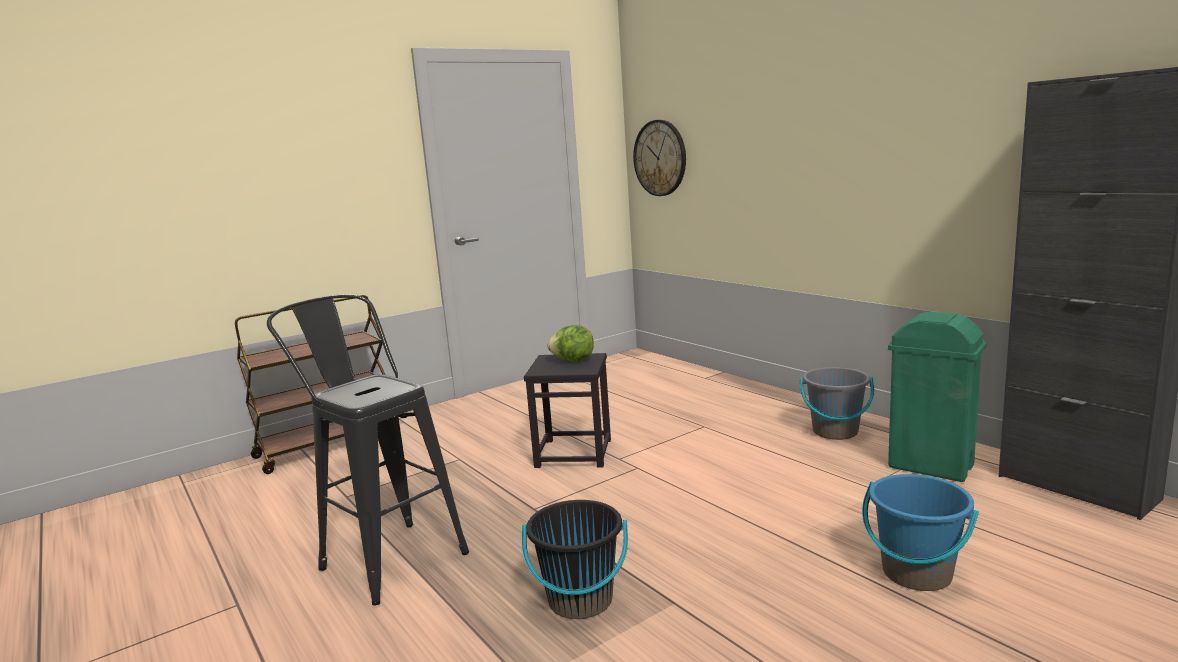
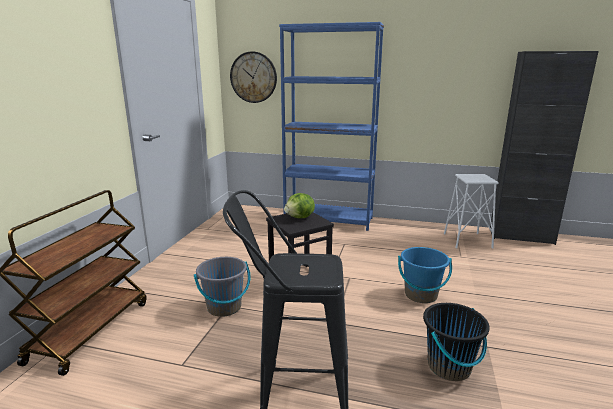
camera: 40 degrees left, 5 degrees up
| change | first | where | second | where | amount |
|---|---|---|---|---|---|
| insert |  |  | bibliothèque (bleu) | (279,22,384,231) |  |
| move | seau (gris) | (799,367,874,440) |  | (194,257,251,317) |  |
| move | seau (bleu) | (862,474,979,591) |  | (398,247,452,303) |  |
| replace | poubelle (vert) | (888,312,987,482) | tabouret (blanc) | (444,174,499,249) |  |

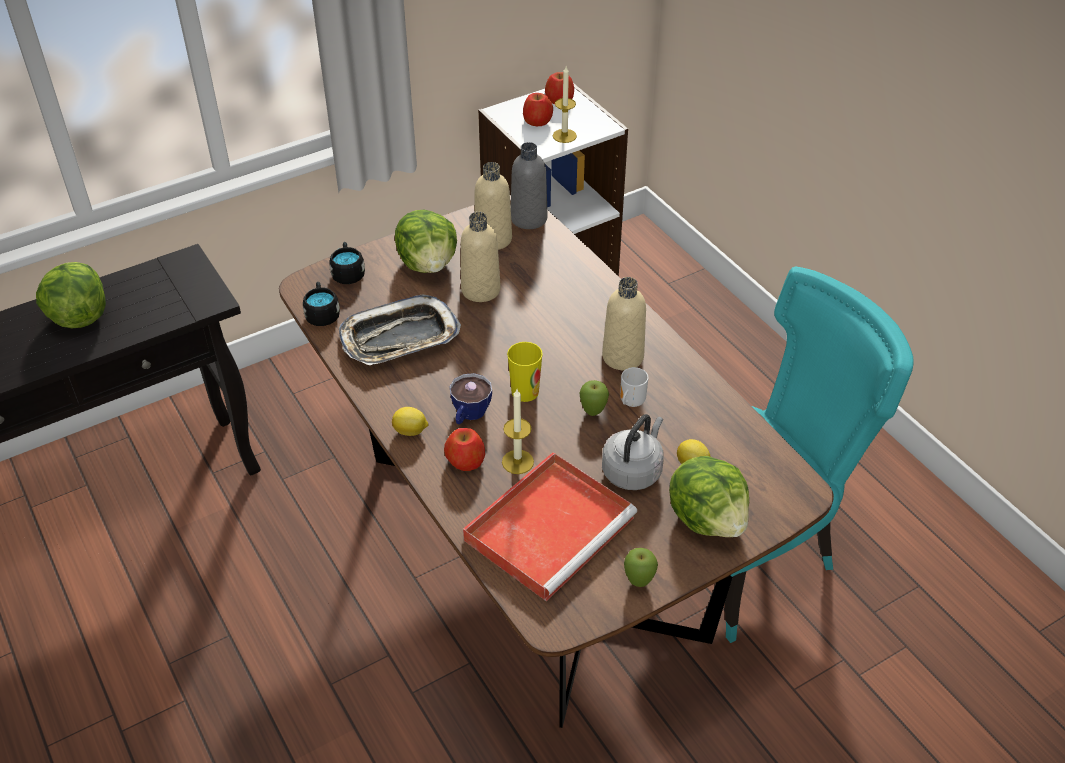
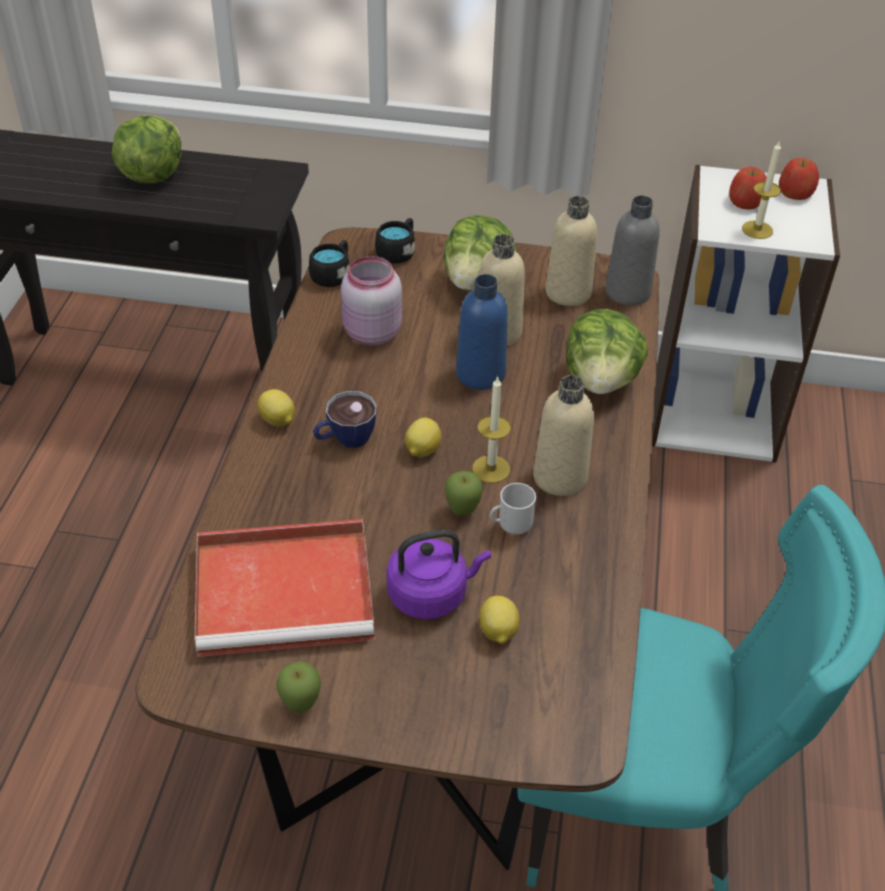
camera: 40 degrees right, 0 degrees up
| change | first | where | second | where | amount |
|---|---|---|---|---|---|
| delete | pomme | (444,428,485,471) |  |  |  |
| insert |  |  | bouteille (bleu) | (456,274,508,390) |  |
| move | bougie | (502,389,534,474) |  | (472,376,511,483) |  |
| move | laitue | (669,456,749,537) |  | (567,309,648,394) |  |
| replace | plateau | (339,295,461,365) | bocal (rose) | (341,256,402,346) |  |
| replace | tasse | (507,342,543,402) | citron | (405,418,442,457) |  |
| recolor | bouilloire (gris) | (602,414,664,490) | bouilloire (violet) | (386,529,491,619) |  |

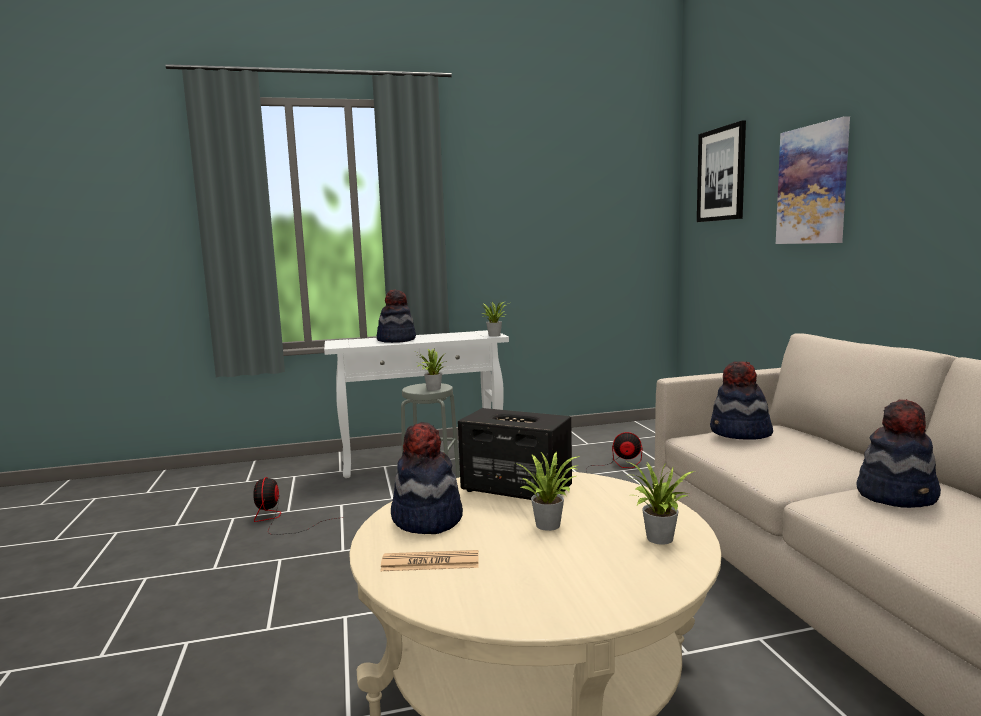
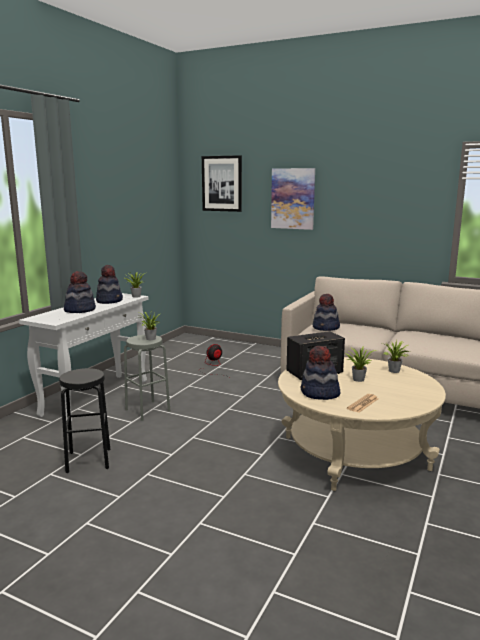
camera: 50 degrees left, 5 degrees up
| change | first | where | second | where | amount |
|---|---|---|---|---|---|
| move | chapeau | (856,399,941,508) |  | (96,265,123,304) |  |
| replace | ventilateur | (253,477,344,535) | tabouret (noir) | (59,368,110,473) |  |

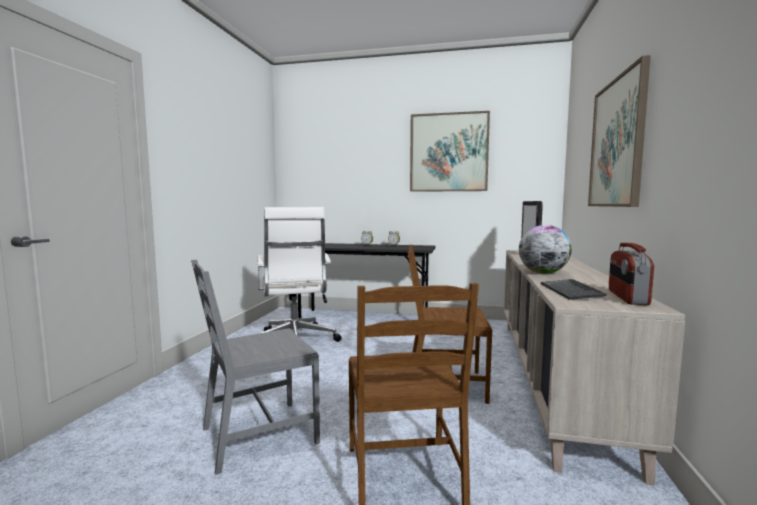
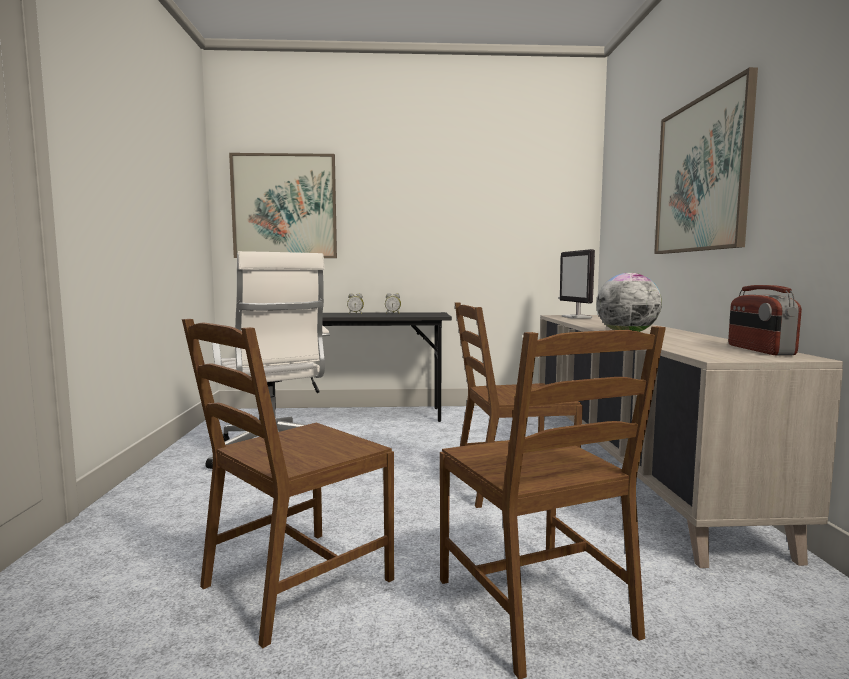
camera: 15 degrees left, 0 degrees up
| change | first | where | second | where | amount |
|---|---|---|---|---|---|
| delete | clavier | (541,279,607,300) |  |  |  |
| move | tableau | (410,111,490,192) |  | (229,153,337,258) |  |
| recolor | chaise (gris) | (191,260,320,475) | chaise (marron) | (182,319,394,649) |  |

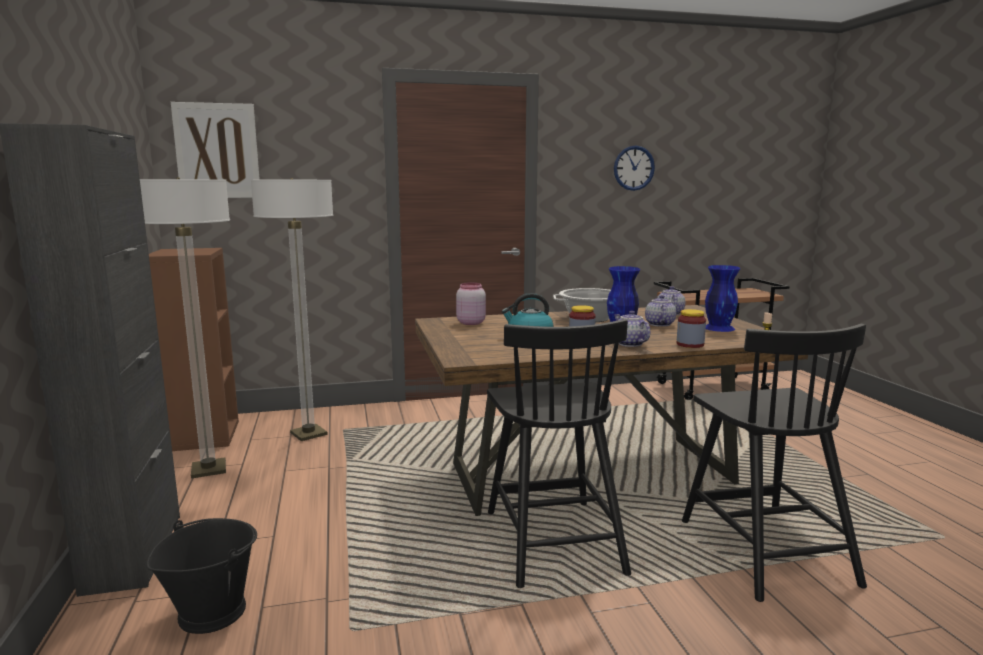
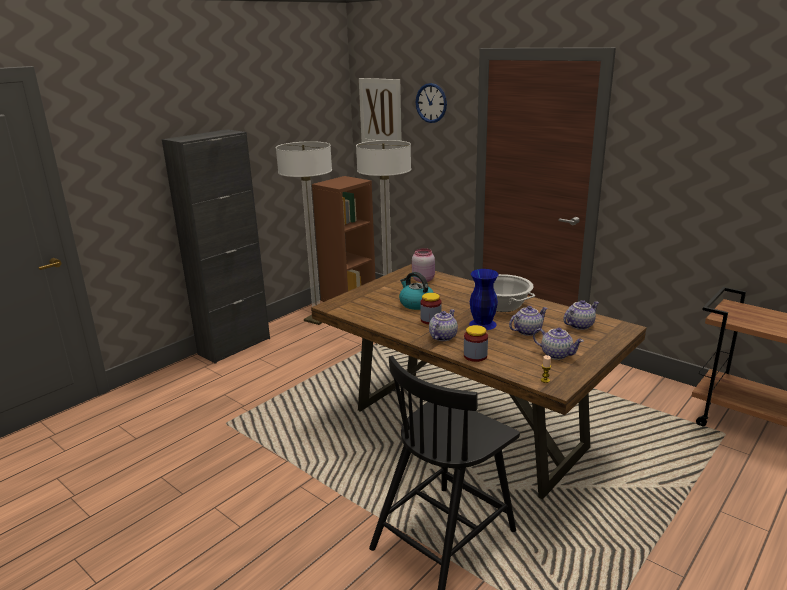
camera: 55 degrees right, 10 degrees up
| change | first | where | second | where | amount |
|---|---|---|---|---|---|
| delete | seau (noir) | (146,518,257,634) |  |  |  |
| delete | chaise (noir) | (487,319,631,588) |  |  |  |
| move | horloge murale | (614,146,655,191) |  | (416,83,447,123) |  |
| replace | vase (bleu) | (705,265,740,332) | théière | (533,327,584,360) |  |

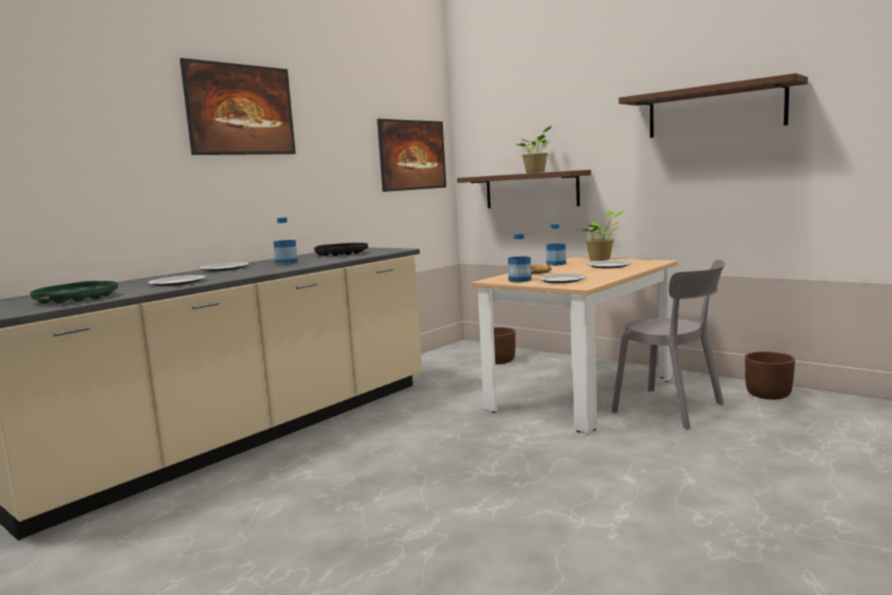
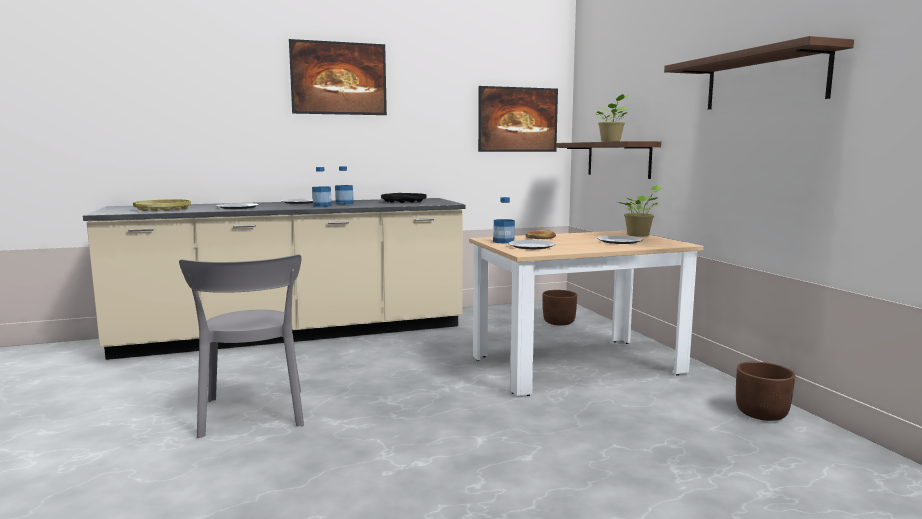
camera: 30 degrees right, 0 degrees up
| change | first | where | second | where | amount |
|---|---|---|---|---|---|
| move | bouteille | (546,223,566,266) |  | (312,167,332,207) |  |
| move | chaise (gris) | (612,259,726,430) |  | (179,254,304,438) |  |
| recolor | plateau (vert) | (30,281,118,304) | plateau (jaune) | (133,199,191,211) |  |

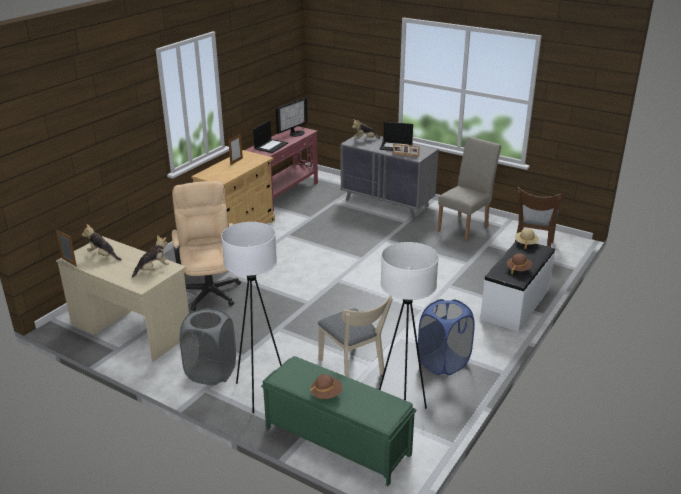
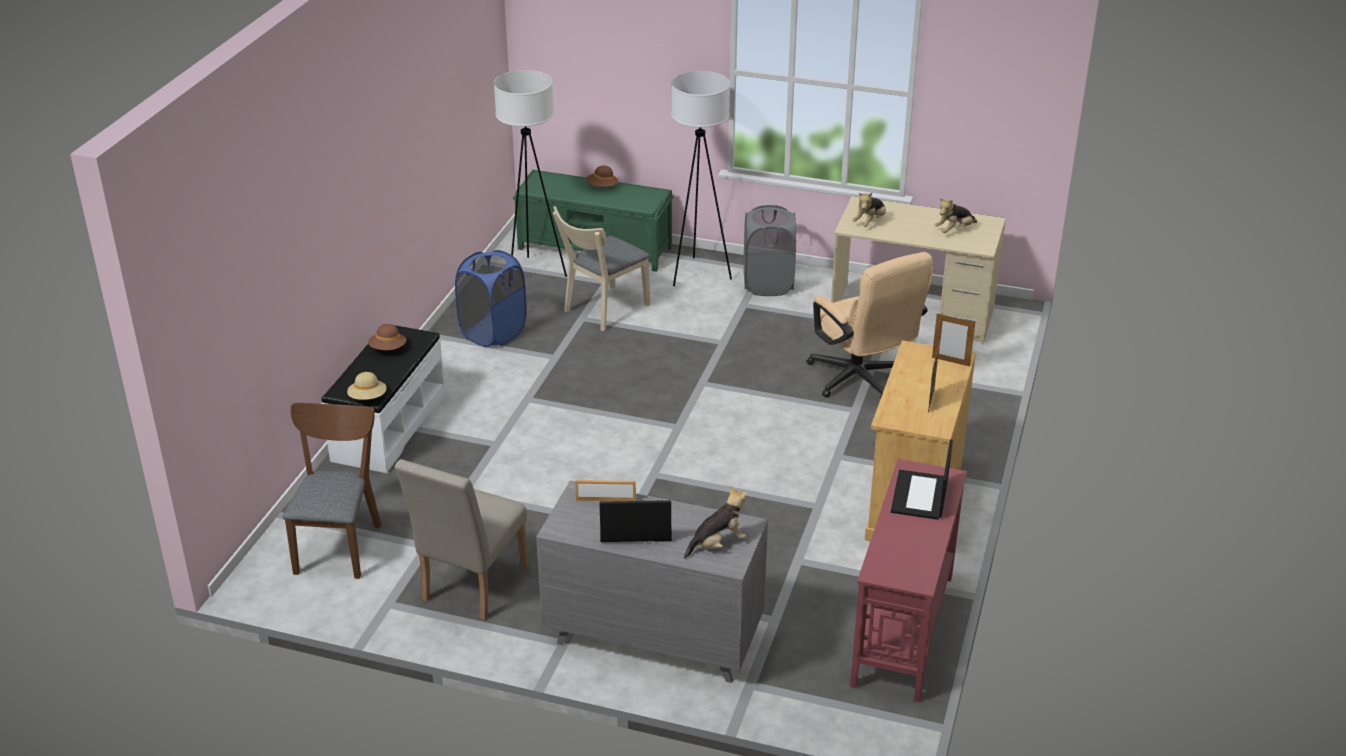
camera: 165 degrees right, 5 degrees up
| change | first | where | second | where | amount |
|---|---|---|---|---|---|
| delete | écran d'ordinateur | (276,98,308,137) |  |  |  |
| move | cadre photo | (56,229,77,267) |  | (932,313,975,367) |  |
| rotate | peluche | (82,224,122,261) |  | (935,198,977,233) | 135 degrees clockwise |
| rotate | chaise (beige) | (318,295,393,378) |  | (553,206,650,331) | 90 degrees counterclockwise |

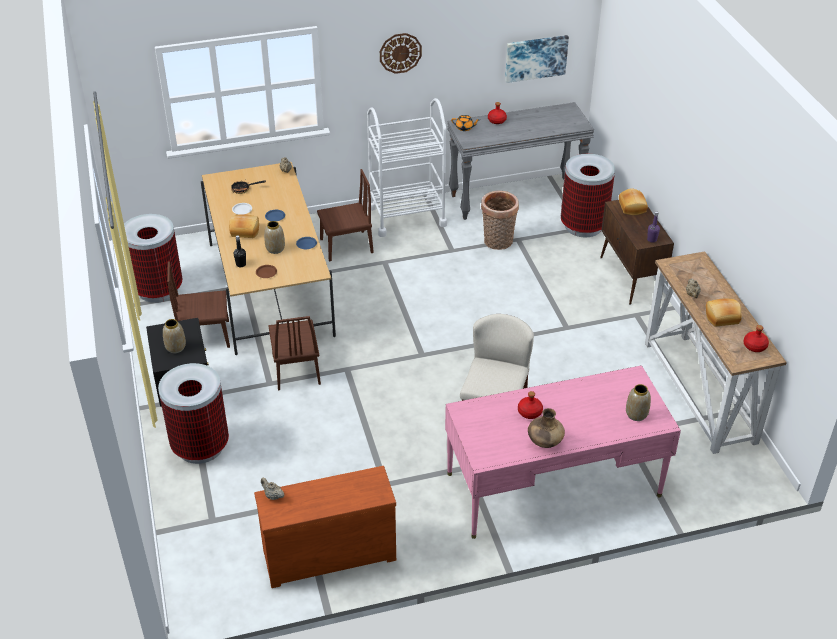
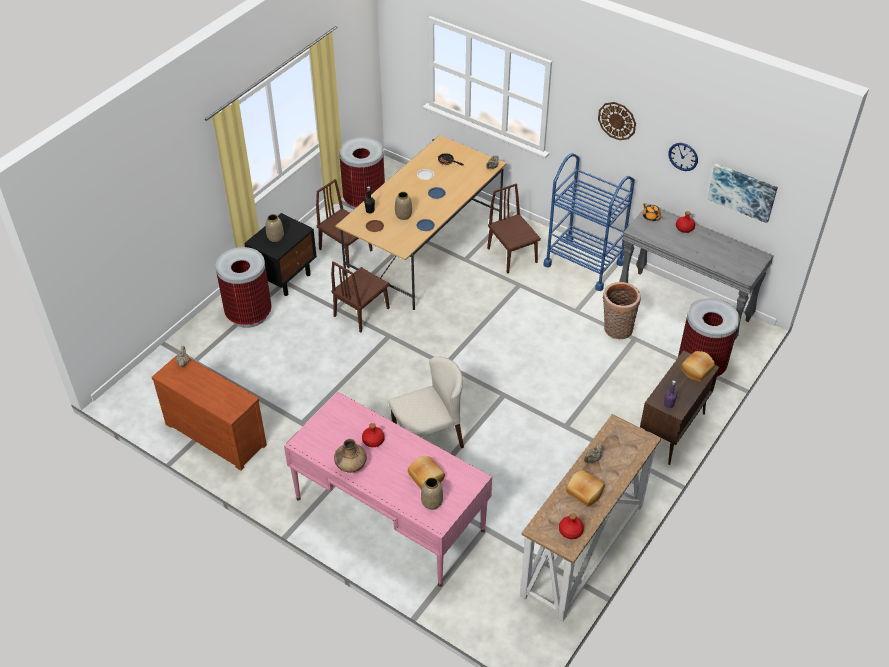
camera: 50 degrees right, 5 degrees up
| change | first | where | second | where | amount |
|---|---|---|---|---|---|
| insert |  |  | horloge murale | (668,143,698,171) |  |
| move | pain | (229,214,259,238) |  | (408,456,445,489) |  |
| recolor | chariot (blanc) | (367,98,447,237) | chariot (bleu) | (543,153,635,291) |  |
| rotate | chaise (marron) | (317,169,374,261) |  | (487,183,541,273) | 150 degrees counterclockwise |

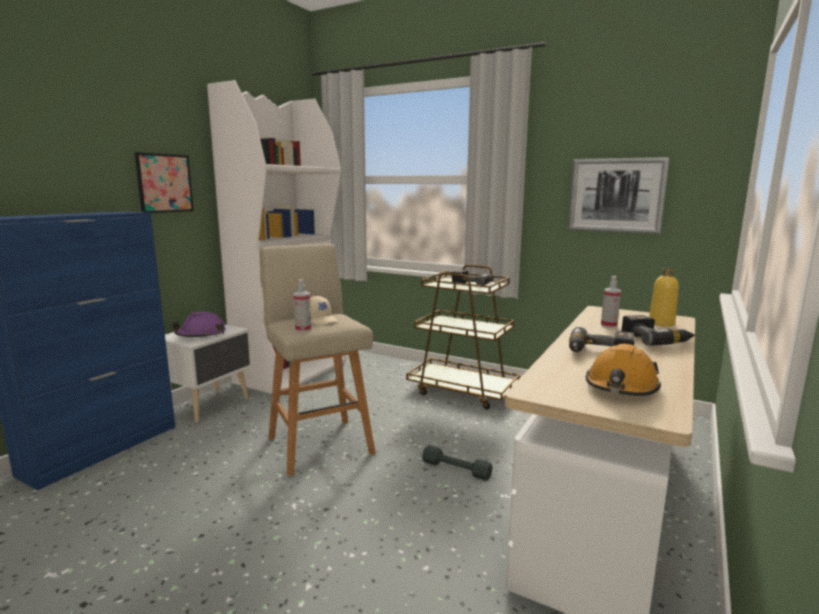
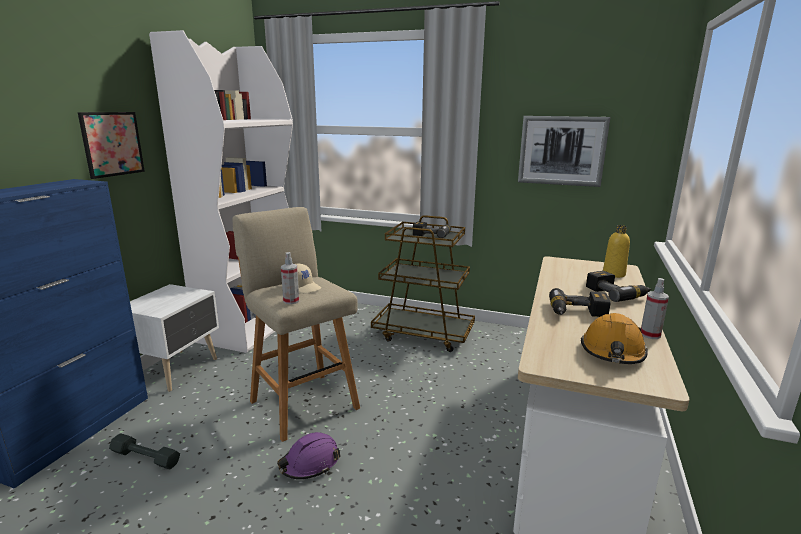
camera: 10 degrees left, 5 degrees up
| change | first | where | second | where | amount |
|---|---|---|---|---|---|
| move | casque de chantier (violet) | (172,312,226,338) |  | (277,432,341,479) |  |
| move | haltère (gris) | (422,445,492,481) |  | (109,433,180,469) |  |
| move | vaporisateur | (601,276,621,328) |  | (641,278,669,339) |  |

